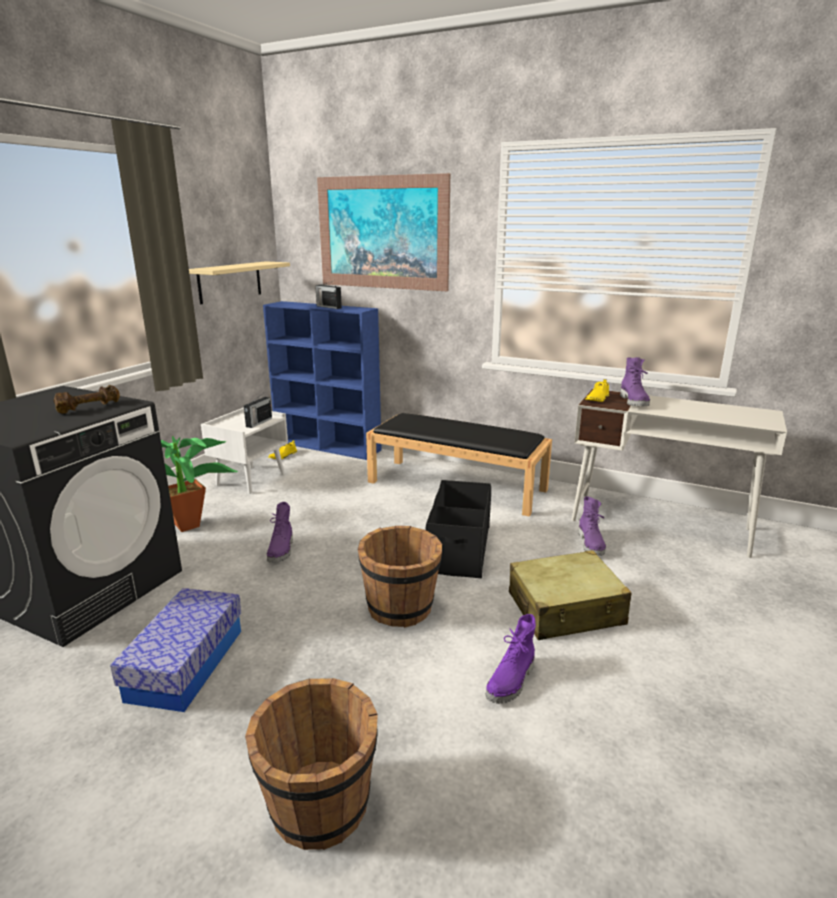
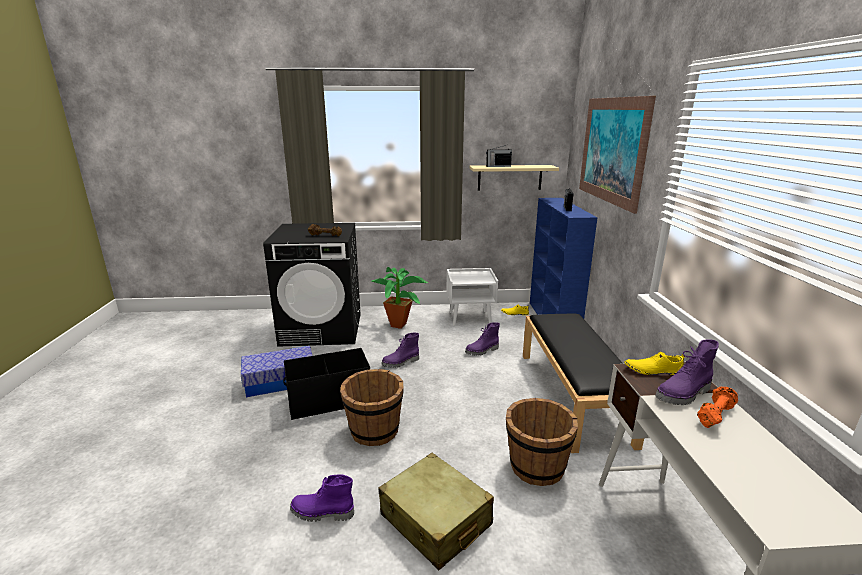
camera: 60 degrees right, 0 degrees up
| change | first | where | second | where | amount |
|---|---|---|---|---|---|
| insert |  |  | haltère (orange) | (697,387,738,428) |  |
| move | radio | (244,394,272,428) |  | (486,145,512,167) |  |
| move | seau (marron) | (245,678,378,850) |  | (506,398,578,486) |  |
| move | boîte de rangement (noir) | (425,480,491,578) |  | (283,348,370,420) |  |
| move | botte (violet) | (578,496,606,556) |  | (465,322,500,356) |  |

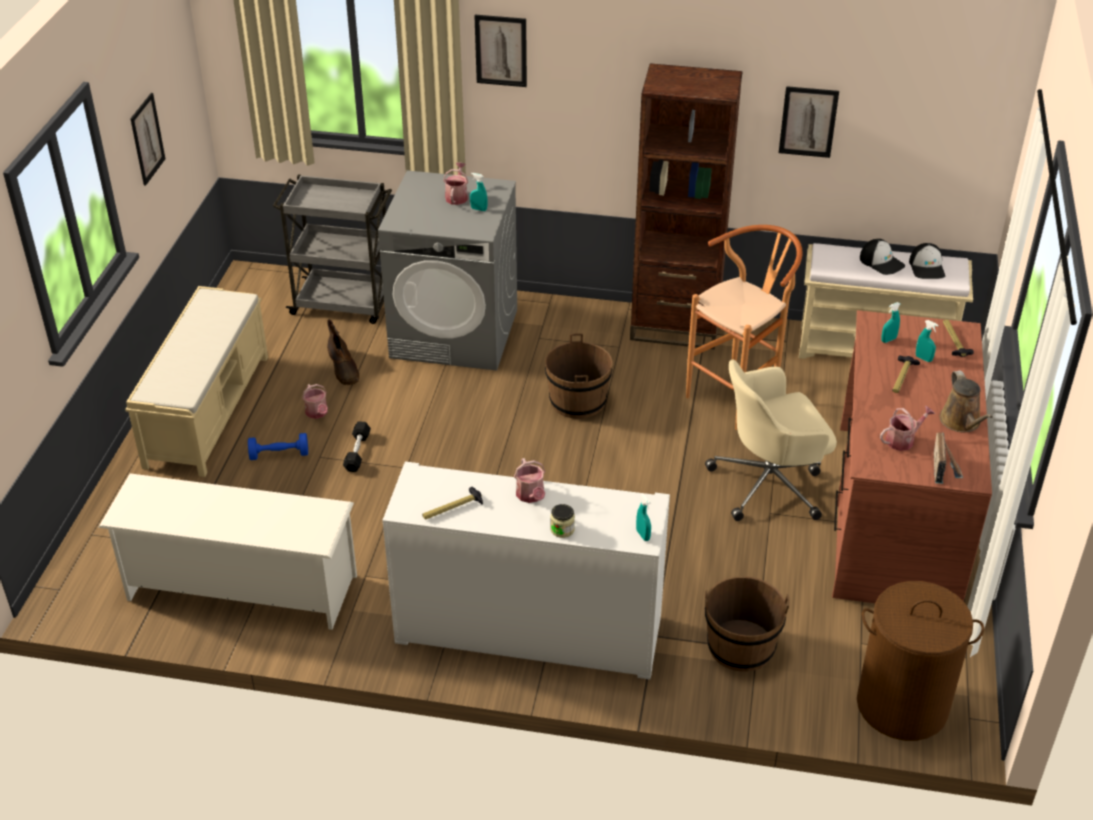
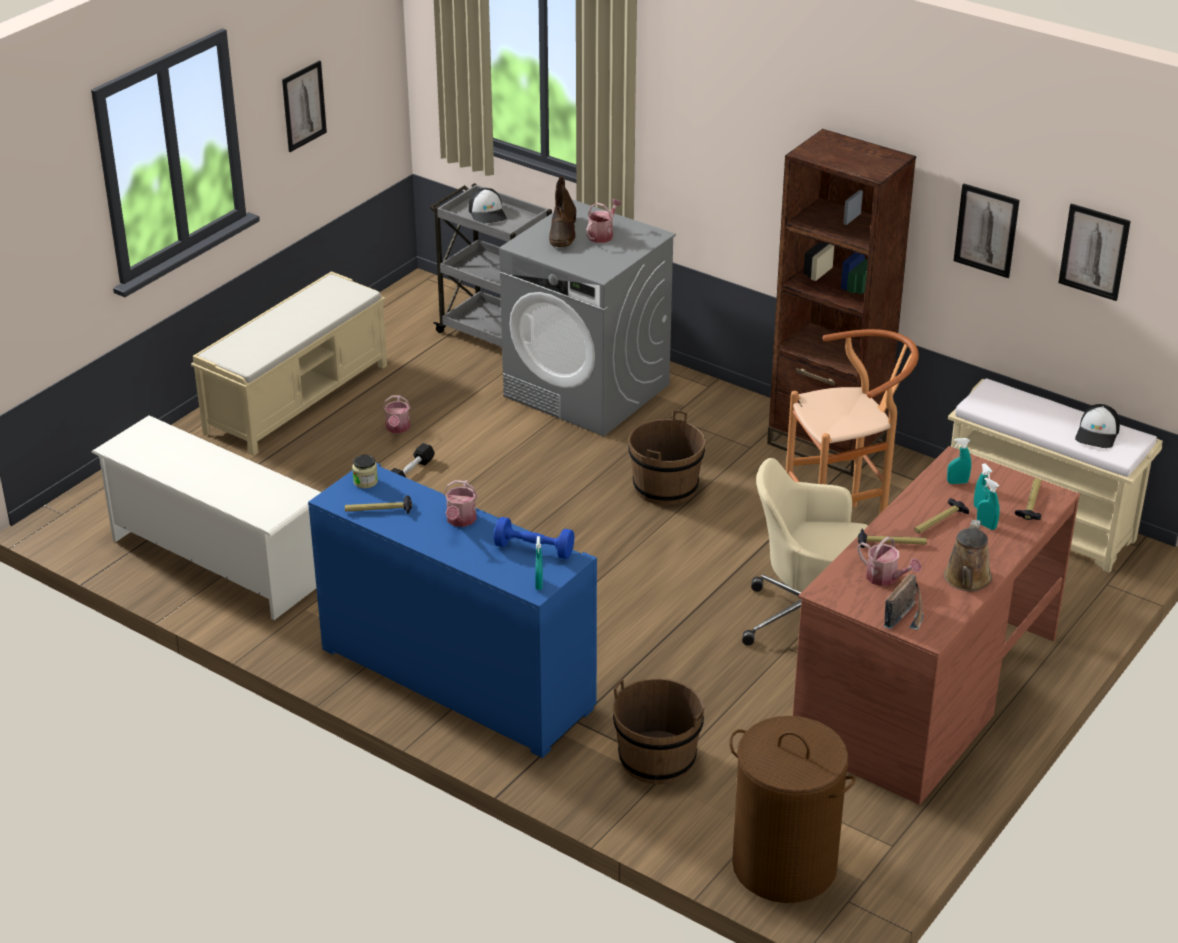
camera: 25 degrees right, 5 degrees down
| change | first | where | second | where | amount |
|---|---|---|---|---|---|
| insert |  |  | marteau | (858,529,927,548) |  |
| move | haltère (bleu) | (248,433,308,460) |  | (494,517,574,559) |  |
| move | botte (marron) | (327,320,360,385) |  | (549,176,576,247) |  |
| move | vaporisateur (turquoise) | (470,173,488,211) |  | (977,478,1000,530) |  |
| move | tableau | (474,15,527,87) |  | (1058,204,1131,301) |  |
| move | bocal | (550,504,575,538) |  | (352,455,378,488) |  |
| move | casquette | (860,239,905,275) |  | (469,188,507,223) |  |
| recolor | meuble de rangement (blanc) | (382,462,670,680) | meuble de rangement (bleu) | (308,463,597,758) |  |
| rotate | arrosoir | (880,406,935,451) |  | (857,536,921,586) | 45 degrees clockwise |

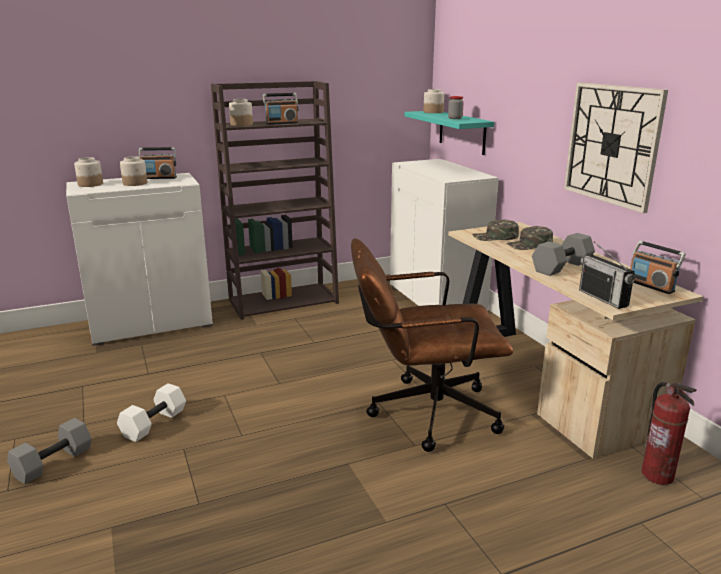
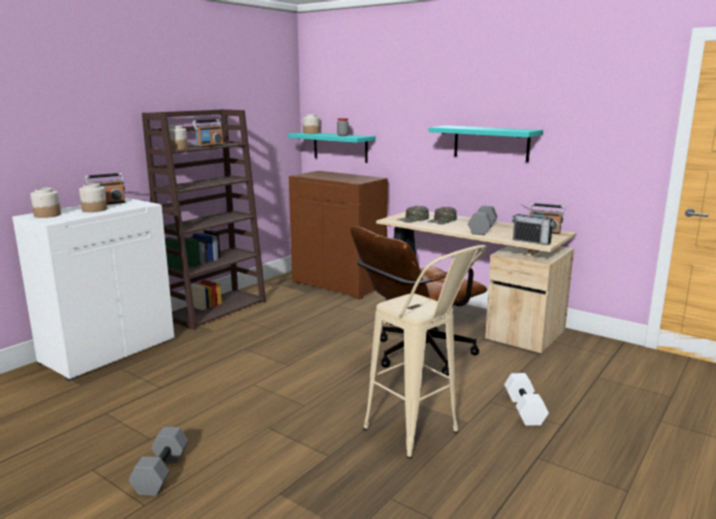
camera: 30 degrees left, 5 degrees down
| change | first | where | second | where | amount |
|---|---|---|---|---|---|
| delete | extincteur | (641,382,697,485) |  |  |  |
| insert |  |  | tabouret (beige) | (363,245,487,459) |  |
| move | haltère (blanc) | (117,383,186,442) |  | (504,373,549,426) |  |
| replace | horloge murale | (564,82,668,213) | étagère (turquoise) | (429,125,543,162) |  |
| recolor | meuble de rangement (blanc) | (390,159,499,311) | meuble de rangement (marron) | (289,171,388,299) |  |

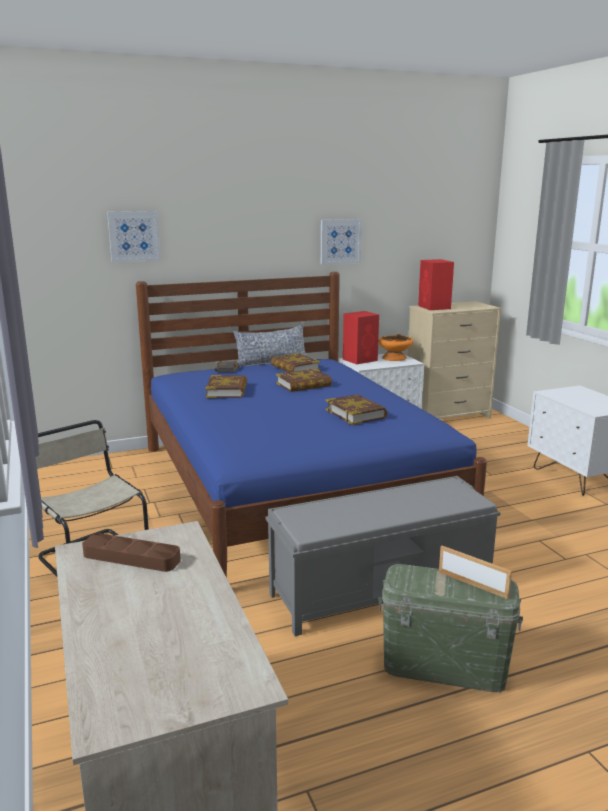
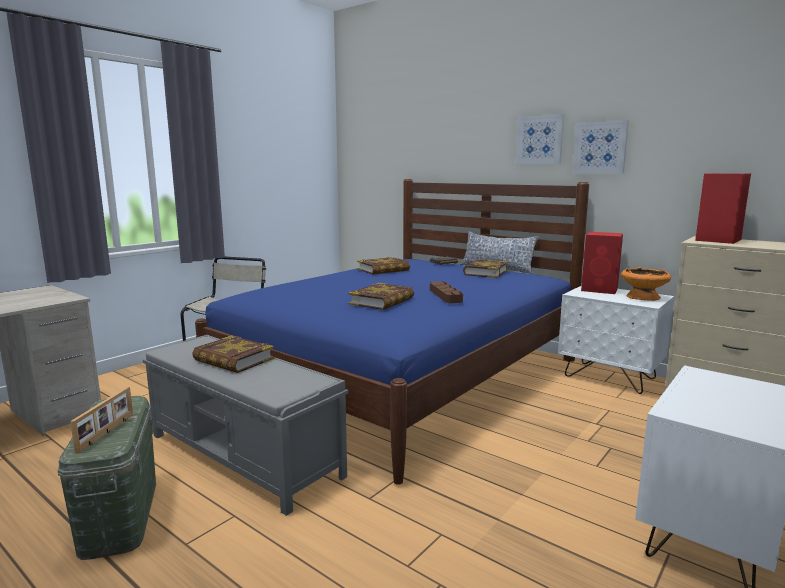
camera: 60 degrees right, 5 degrees down
| change | first | where | second | where | amount |
|---|---|---|---|---|---|
| move | plateau (marron) | (82,533,181,572) |  | (430,281,463,303) |  |
| move | tableau | (107,211,160,262) |  | (515,114,564,164) |  |
| move | livre | (276,369,332,392) |  | (192,335,274,373) |  |

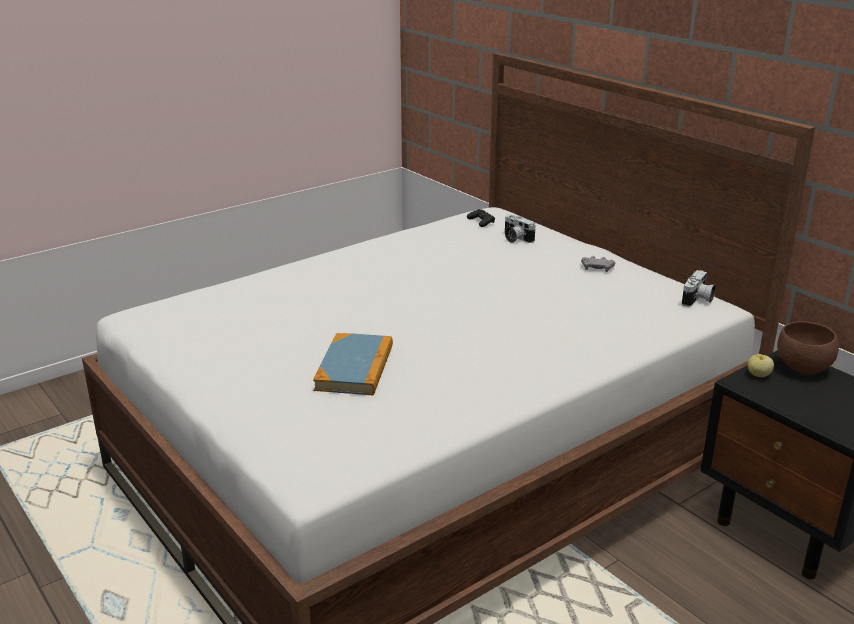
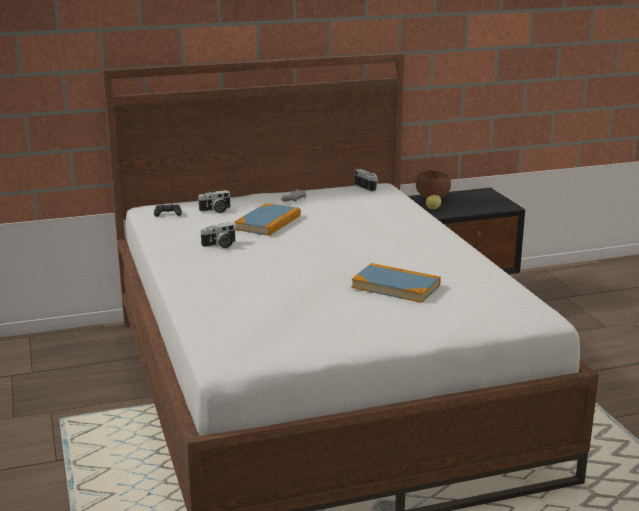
camera: 70 degrees left, 5 degrees down
| change | first | where | second | where | amount |
|---|---|---|---|---|---|
| insert |  |  | appareil photo | (201,222,235,248) |  |
| insert |  |  | livre | (234,203,301,236) |  |

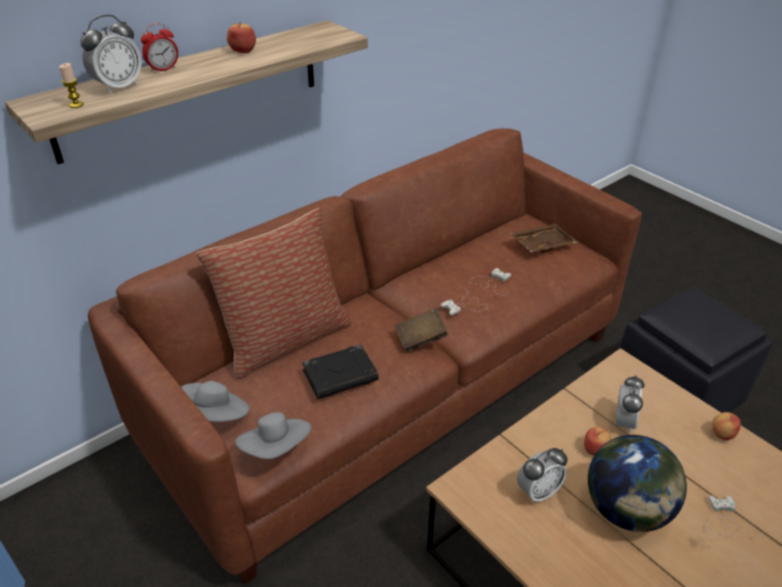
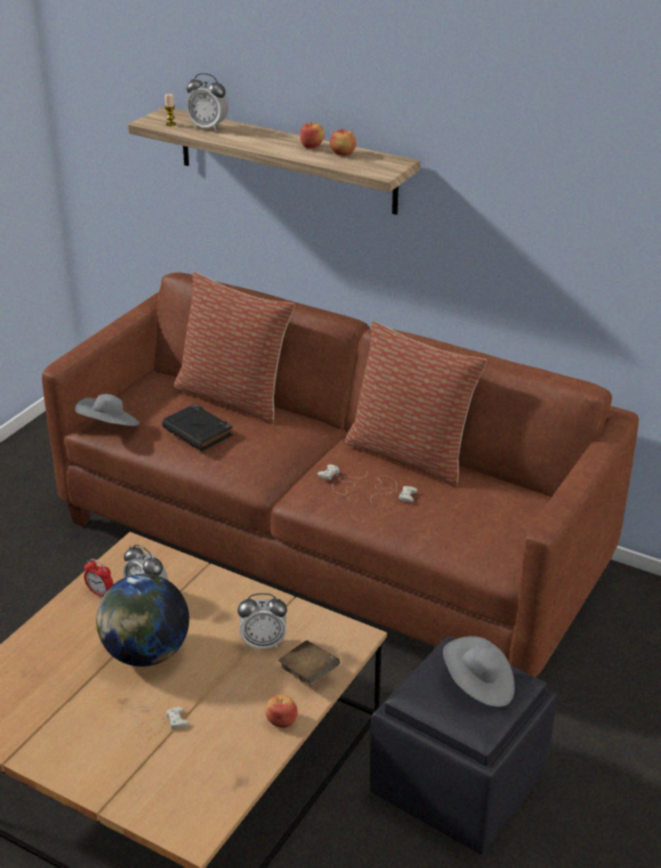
camera: 70 degrees right, 5 degrees down
| change | first | where | second | where | amount |
|---|---|---|---|---|---|
| delete | plateau (marron) | (509,224,578,253) |  |  |  |
| insert |  |  | coussin | (345,321,487,487) |  |
| move | réveil | (141,23,178,73) |  | (84,559,113,596) |  |
| move | chapeau (gris) | (181,381,250,422) |  | (443,636,515,707) |  |
| move | livre (marron) | (395,308,448,352) |  | (278,640,340,686) |  |
| move | pomme | (584,427,612,456) |  | (330,128,356,155) |  |

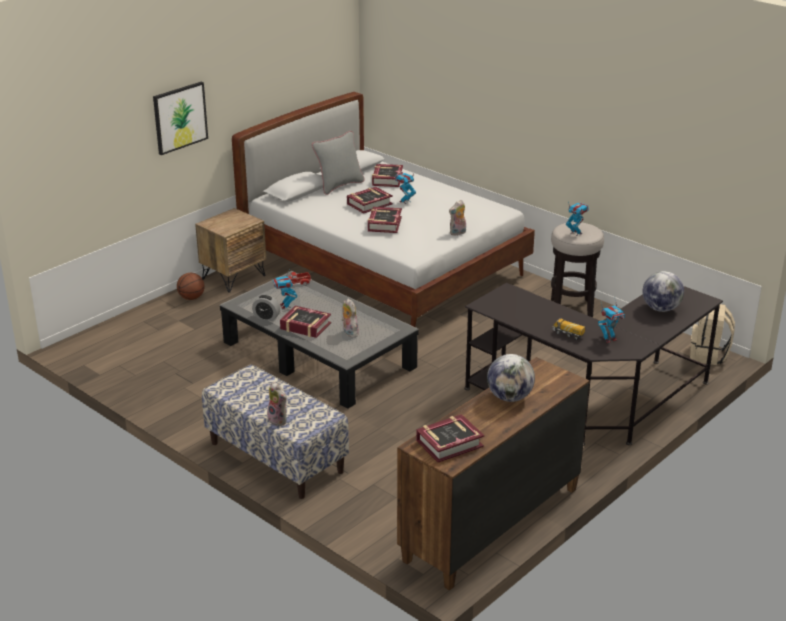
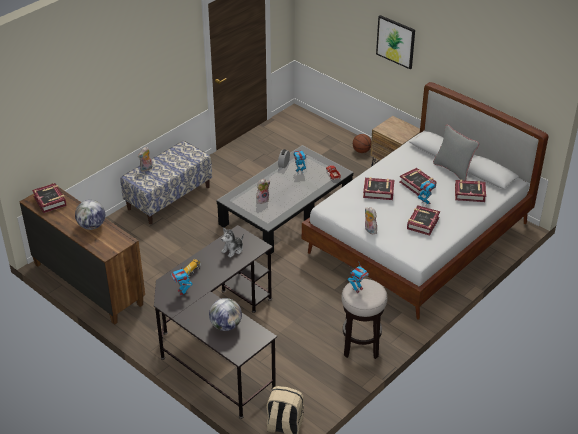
camera: 90 degrees right, 10 degrees up
| change | first | where | second | where | amount |
|---|---|---|---|---|---|
| insert |  |  | peluche | (221,228,244,258) |  |
| move | livre | (280,306,331,338) |  | (407,205,440,236) |  |

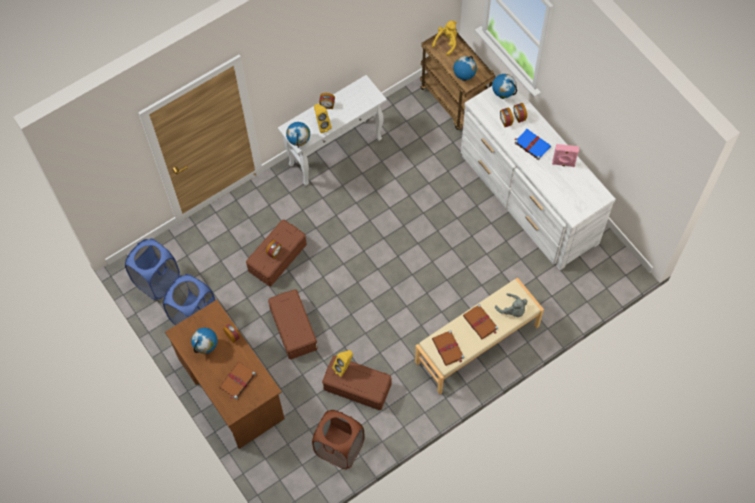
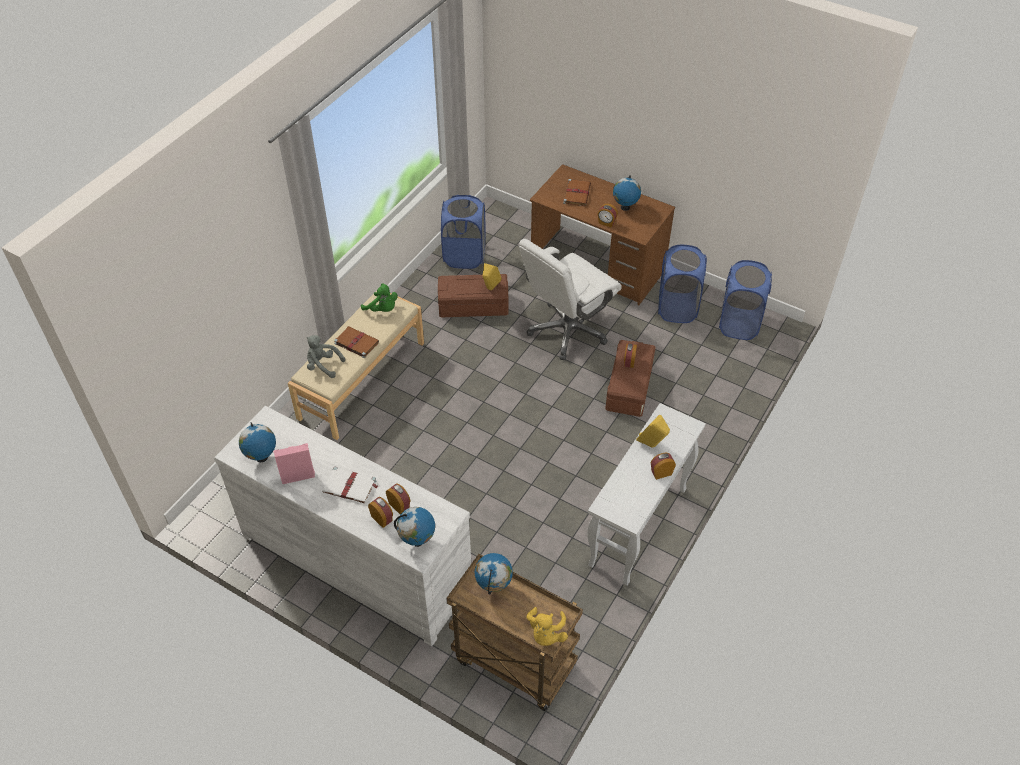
camera: 155 degrees right, 15 degrees down
| change | first | where | second | where | amount |
|---|---|---|---|---|---|
| move | globe | (286,122,310,148) |  | (239,423,276,462) |  |
| replace | boîte de rangement (marron) | (268,289,318,359) | chaise de bureau (blanc) | (519,239,622,360) |  |
| replace | livre (marron) | (432,330,464,366) | peluche (vert) | (361,283,398,312) |  |
| recolor | panier à linge (marron) | (312,410,365,469) | panier à linge (bleu) | (441,195,486,269) |  |
| recolor | livre (bleu) | (515,129,551,160) | livre (blanc) | (322,467,378,503) |  |

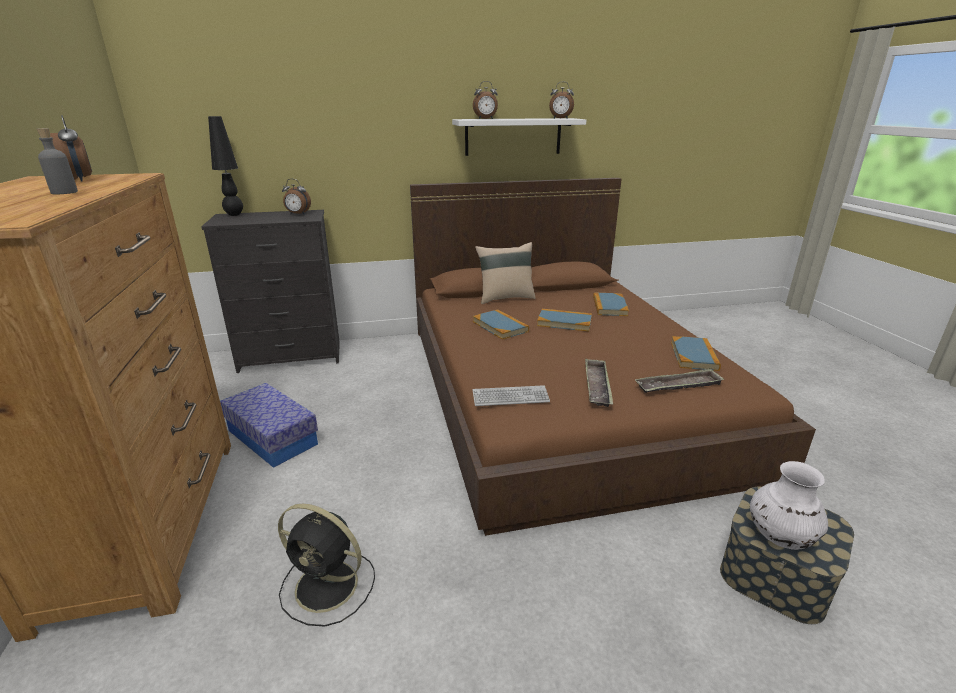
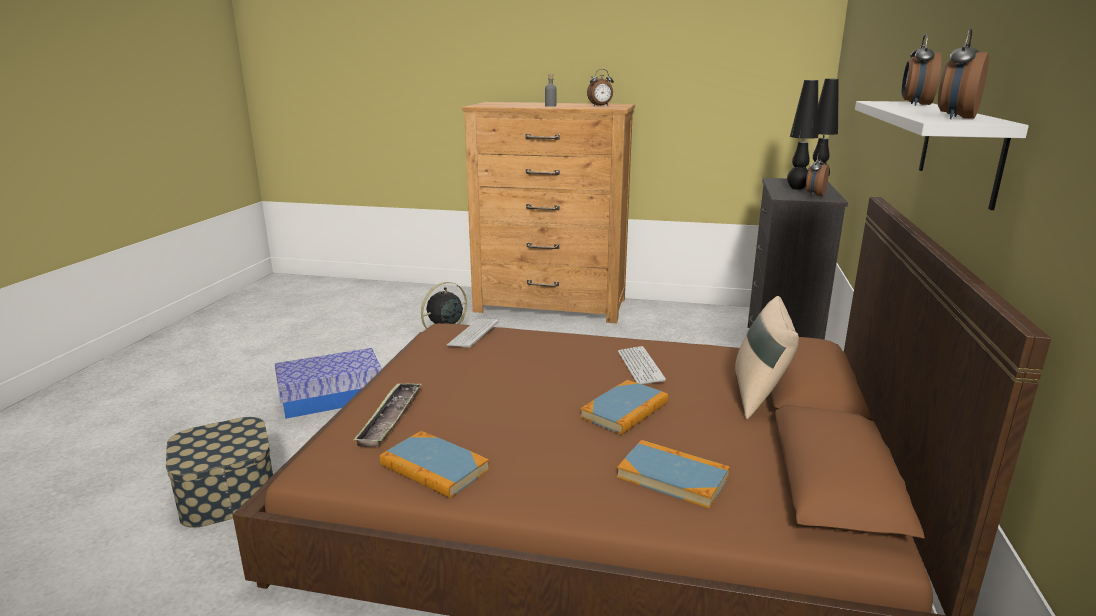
camera: 115 degrees right, 5 degrees down
| change | first | where | second | where | amount |
|---|---|---|---|---|---|
| delete | plateau | (585,358,613,407) |  |  |  |
| delete | vase (blanc) | (750,461,828,550) |  |  |  |
| insert |  |  | lampe de table (noir) | (787,80,818,190) |  |
| move | boîte de rangement | (220,383,318,468) |  | (275,348,382,419) |  |
| replace | livre | (473,309,529,340) | clavier | (618,346,666,384) |  |

